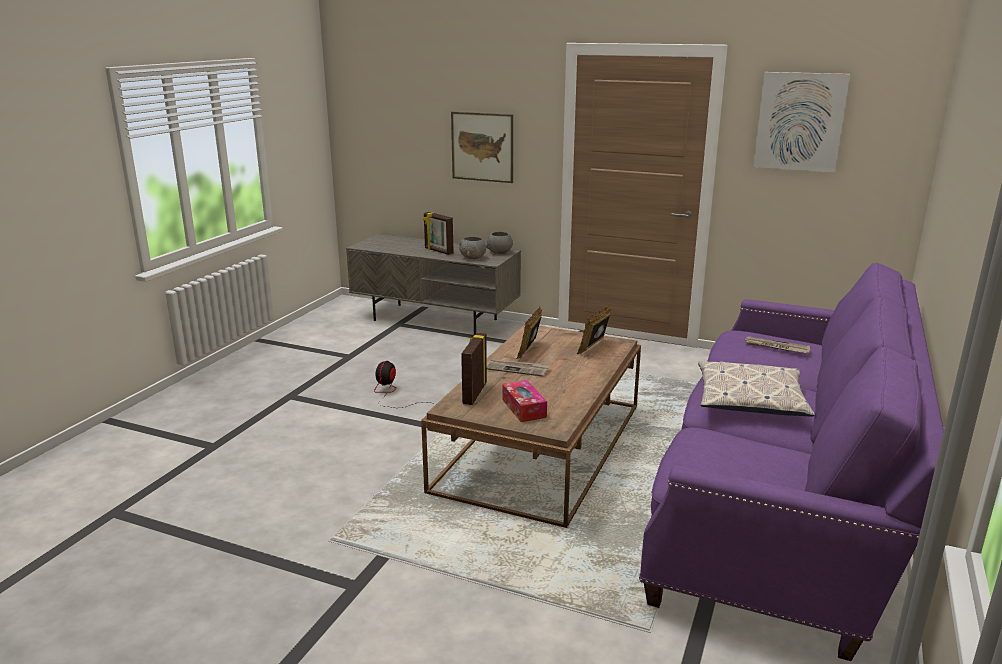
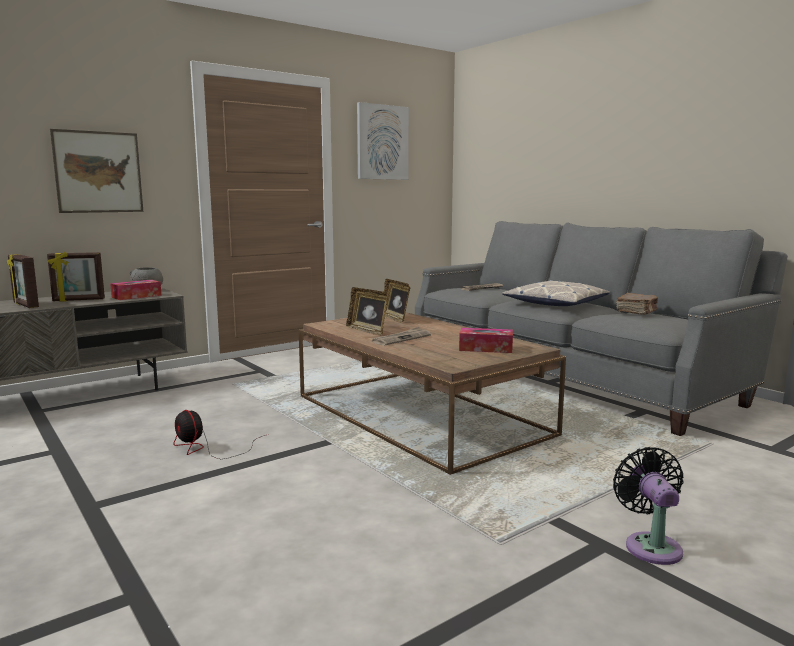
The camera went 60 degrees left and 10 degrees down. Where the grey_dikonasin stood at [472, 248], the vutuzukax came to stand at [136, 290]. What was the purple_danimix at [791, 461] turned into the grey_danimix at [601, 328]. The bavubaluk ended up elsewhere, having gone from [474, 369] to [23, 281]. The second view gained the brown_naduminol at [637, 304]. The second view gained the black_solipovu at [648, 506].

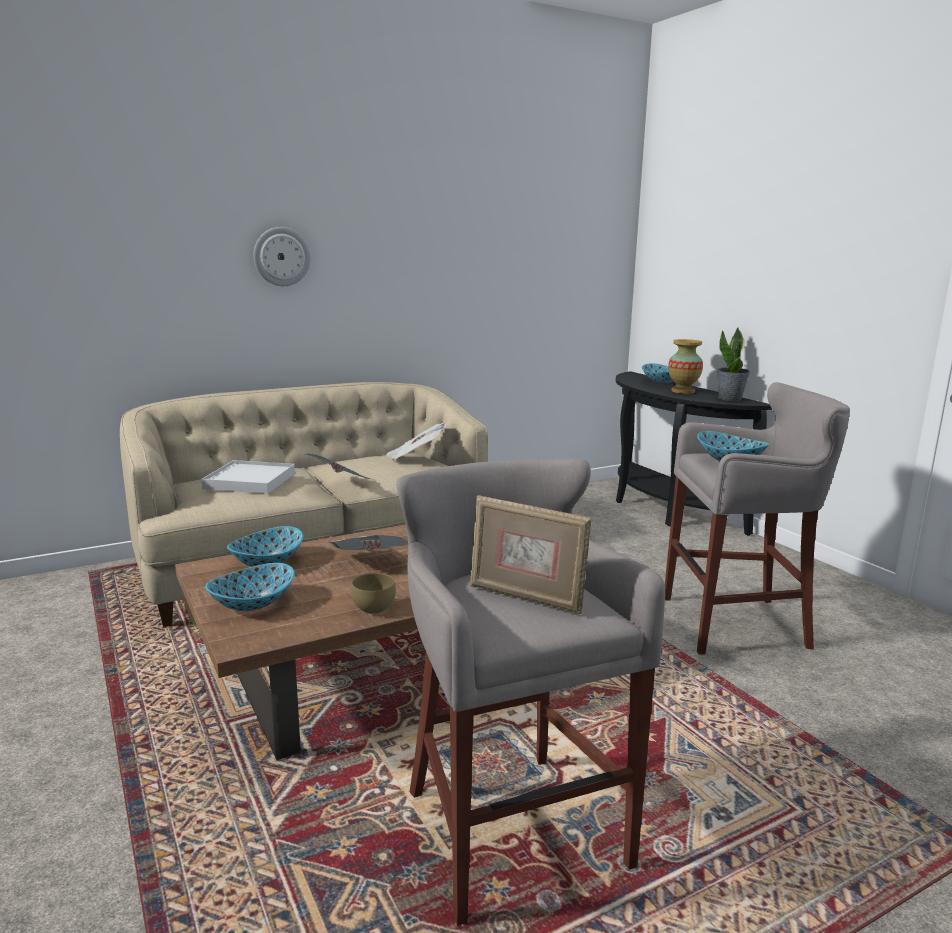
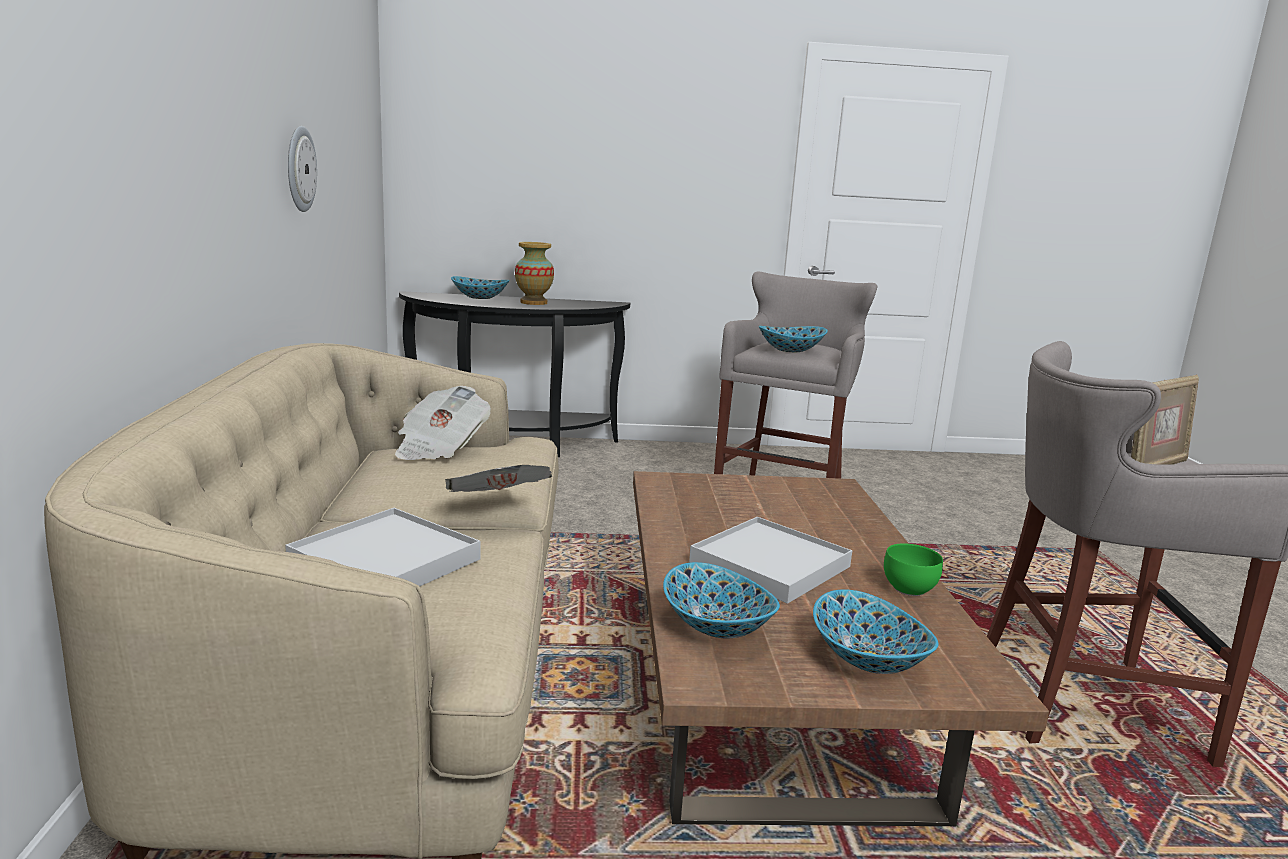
The camera went 65 degrees left and 0 degrees up. The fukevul ended up elsewhere, having gone from [282, 256] to [302, 169]. The second view lost the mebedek at [733, 364]. Where the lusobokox stood at [368, 543], the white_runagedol came to stand at [770, 560]. What was the brown_dikonasin at [373, 593] turned into the green_dikonasin at [913, 569].

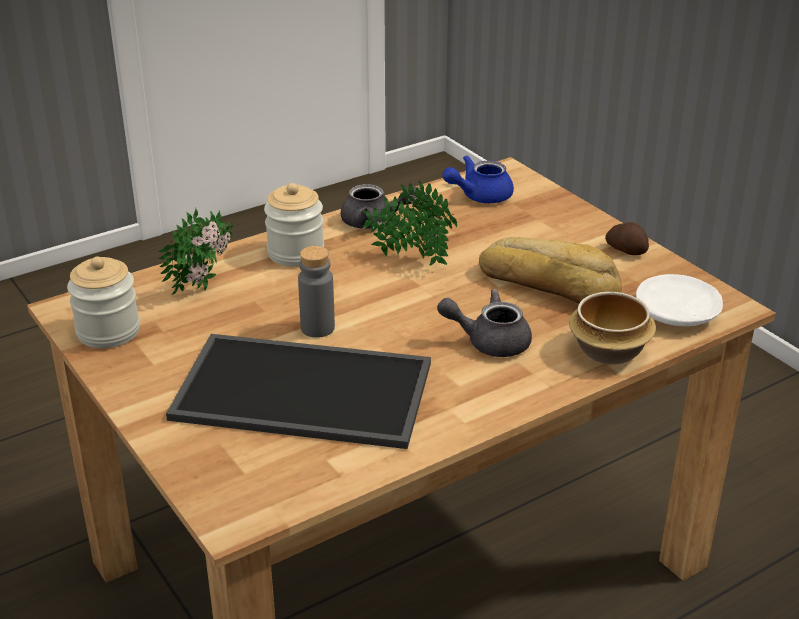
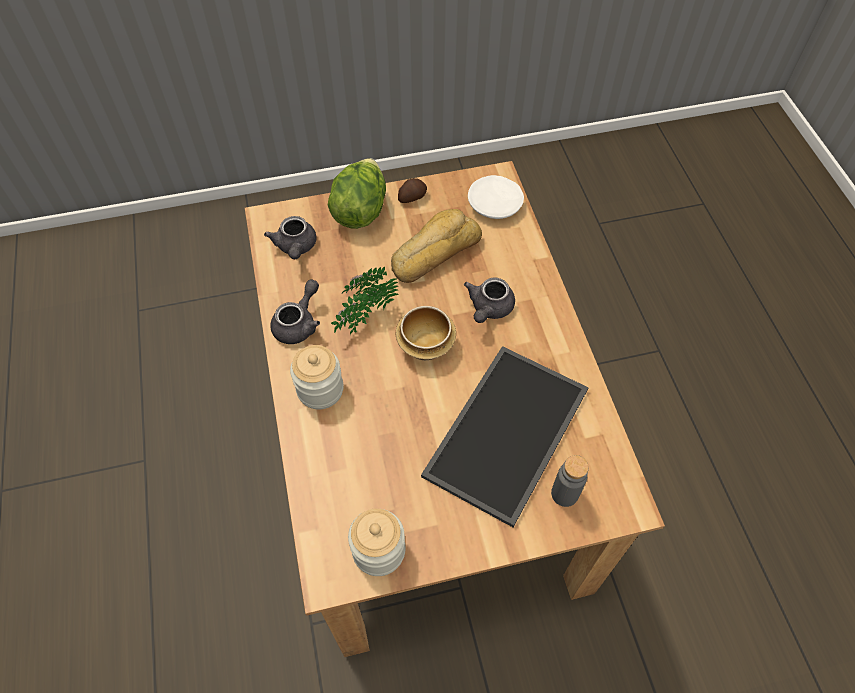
The camera went 70 degrees left and 25 degrees up. What was the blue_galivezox at [478, 179] turned into the grey_galivezox at [290, 237]. The second view lost the mebedek at [196, 251]. The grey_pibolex ended up elsewhere, having gone from [316, 292] to [570, 481]. The dikonasin ended up elsewhere, having gone from [612, 328] to [426, 333]. The second view gained the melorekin at [357, 193].

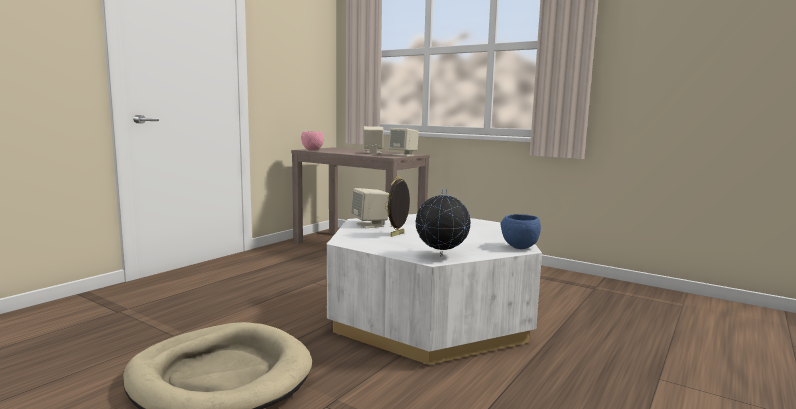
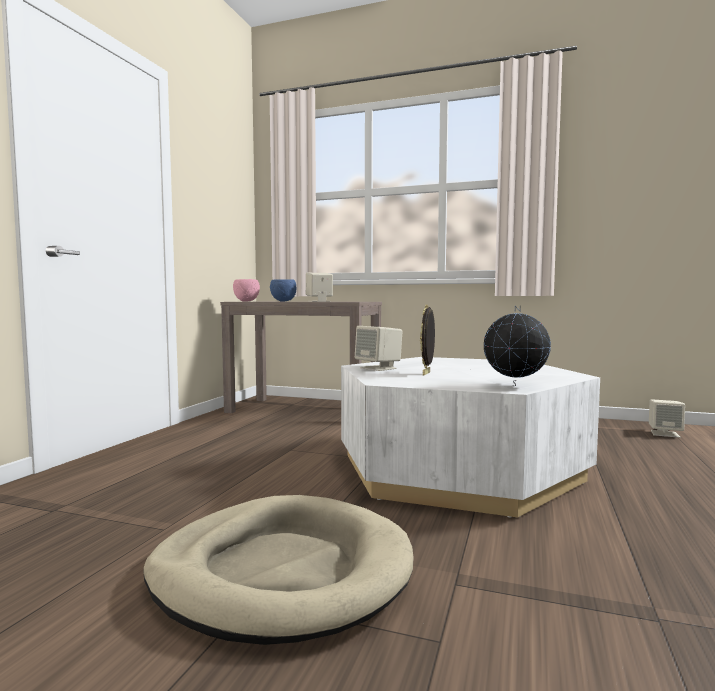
The camera went 15 degrees left and 5 degrees down. The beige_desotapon ended up elsewhere, having gone from [404, 142] to [667, 418]. The blue_dikonasin ended up elsewhere, having gone from [520, 231] to [283, 290].

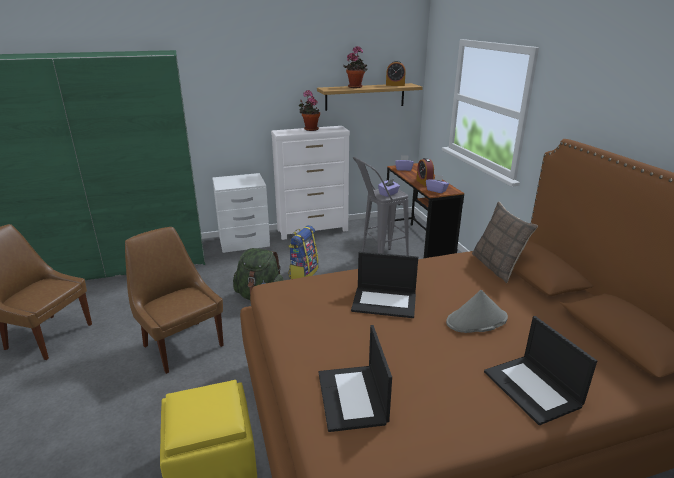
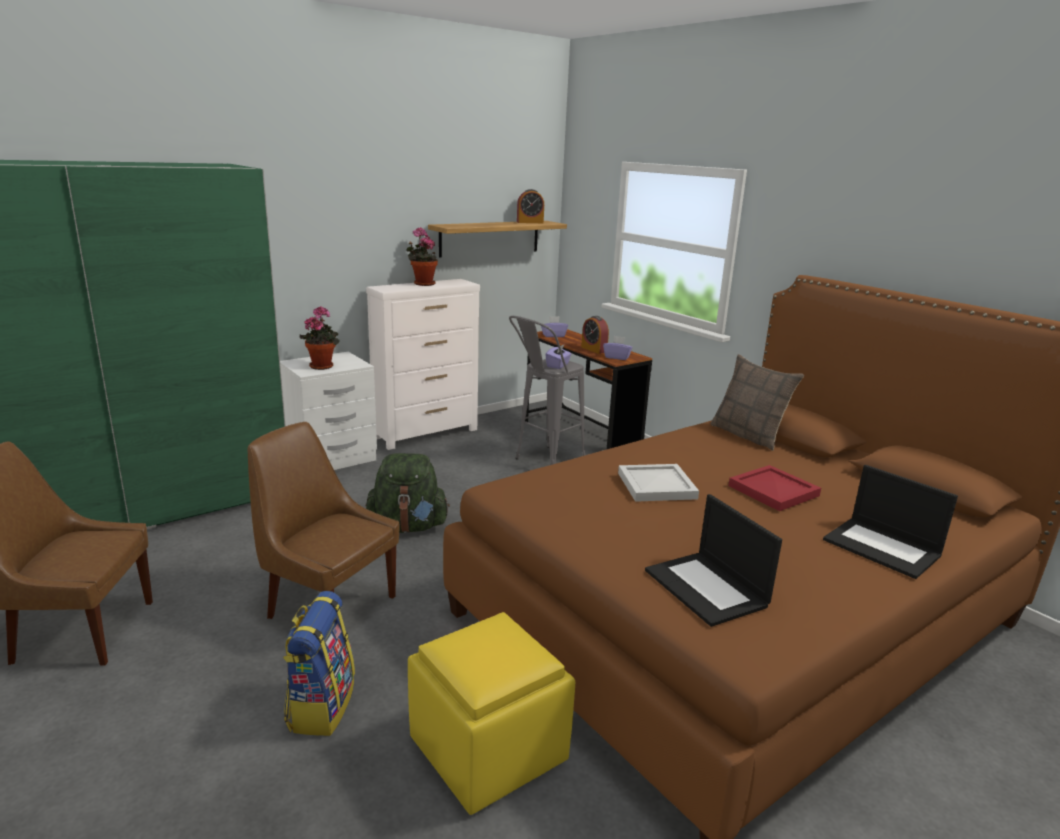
The camera went 20 degrees left and 5 degrees down. The mebedek ended up elsewhere, having gone from [355, 67] to [320, 338]. The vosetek ended up elsewhere, having gone from [303, 252] to [319, 663]. Where the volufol stood at [384, 284], the white_runagedol came to stand at [658, 483]. Where the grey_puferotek stood at [477, 311], the red_runagedol came to stand at [774, 488].

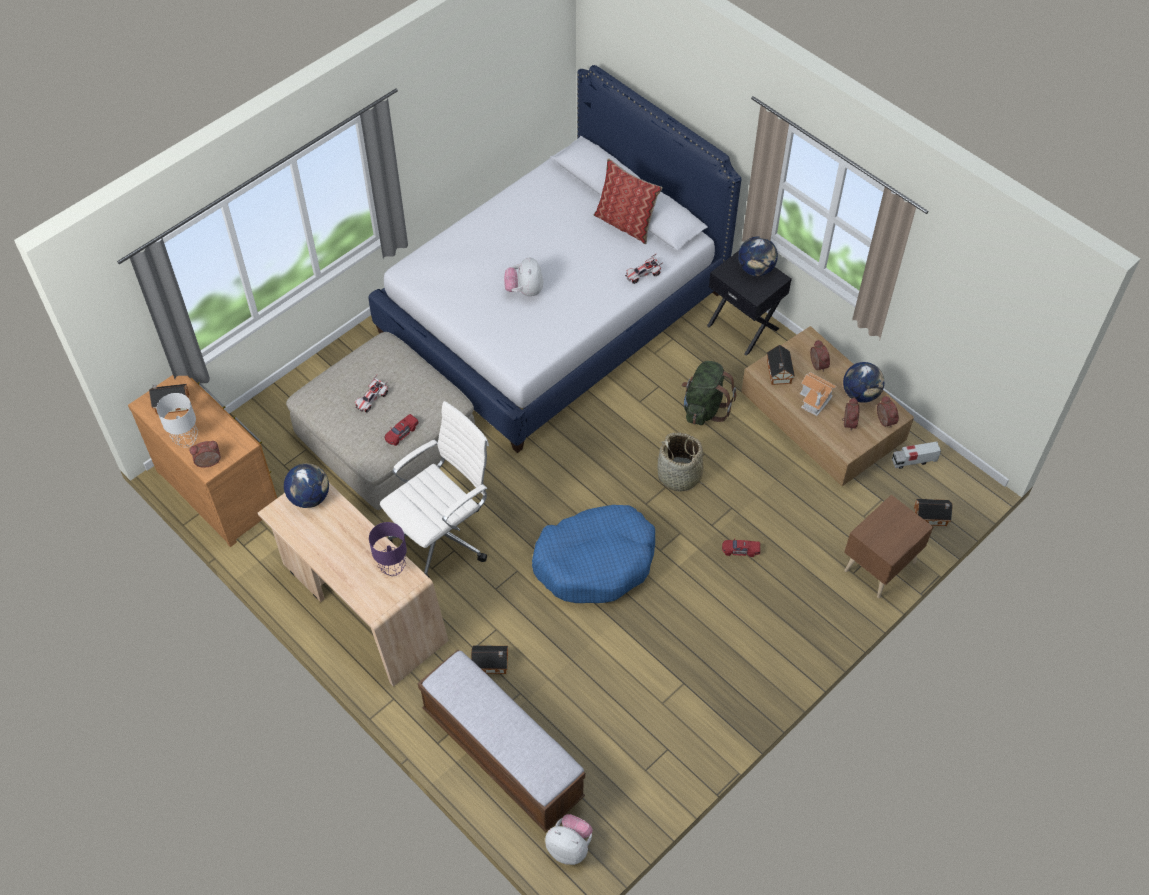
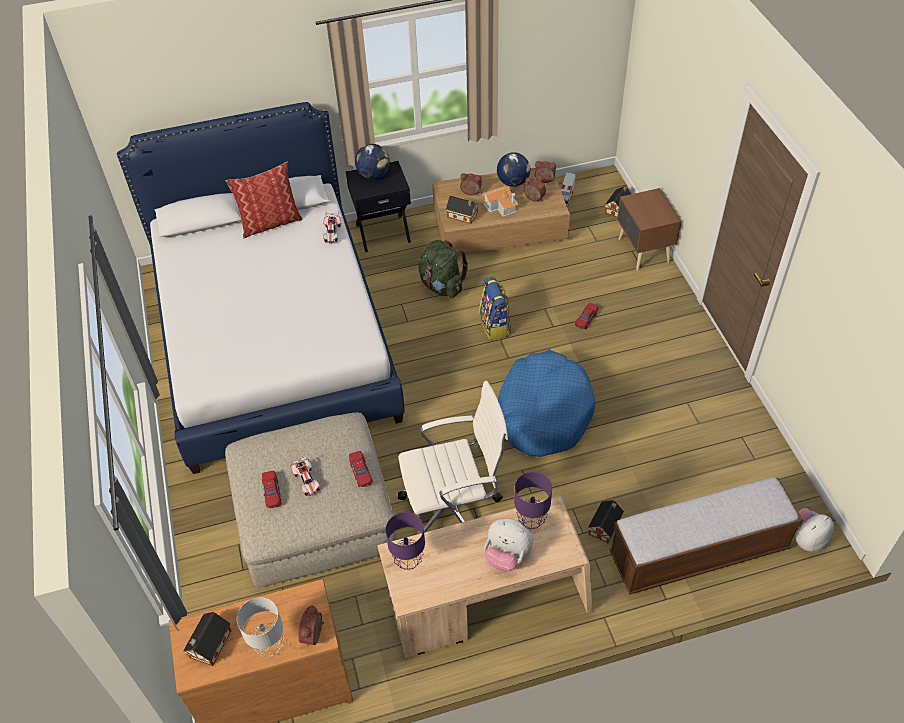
The camera went 60 degrees left and 5 degrees down. The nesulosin ended up elsewhere, having gone from [523, 276] to [508, 544]. The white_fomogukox at [434, 489] ended up facing another way, 90 degrees clockwise from before. Where the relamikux stood at [681, 461], the vosetek came to stand at [495, 309]. Where the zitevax stood at [306, 485], the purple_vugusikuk came to stand at [405, 541]. The second view gained the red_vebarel at [272, 489].

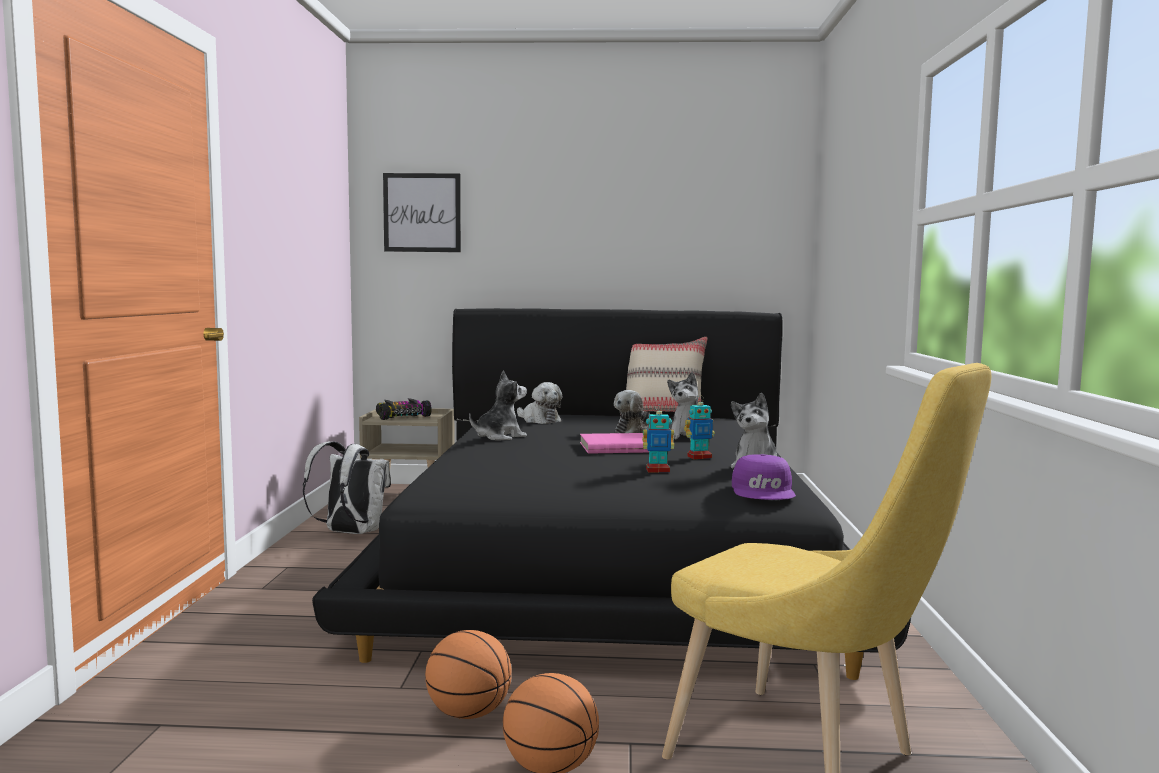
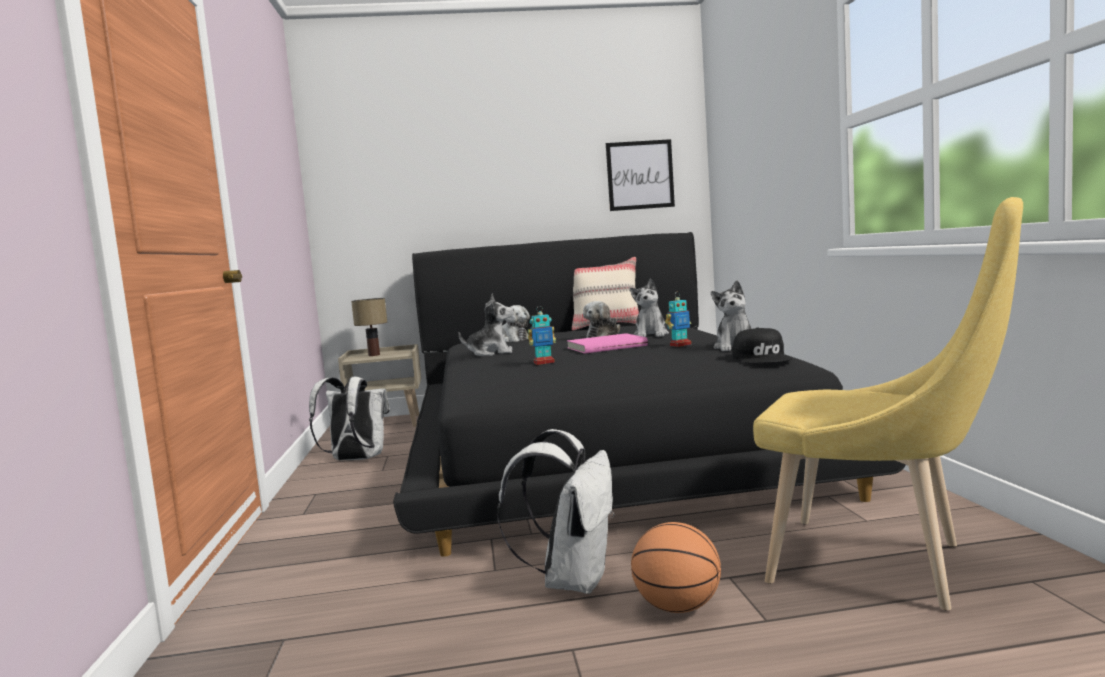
The camera went 10 degrees left and 0 degrees up. The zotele ended up elsewhere, having gone from [422, 212] to [640, 175]. The nesulosin at [498, 405] ended up facing another way, 45 degrees clockwise from before. Where the vebarel stood at [404, 409], the vugusikuk came to stand at [369, 327]. The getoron ended up elsewhere, having gone from [658, 438] to [542, 336]. What was the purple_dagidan at [764, 477] turned into the black_dagidan at [762, 345]. Where the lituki stood at [468, 674], the white_vosetek came to stand at [555, 511].

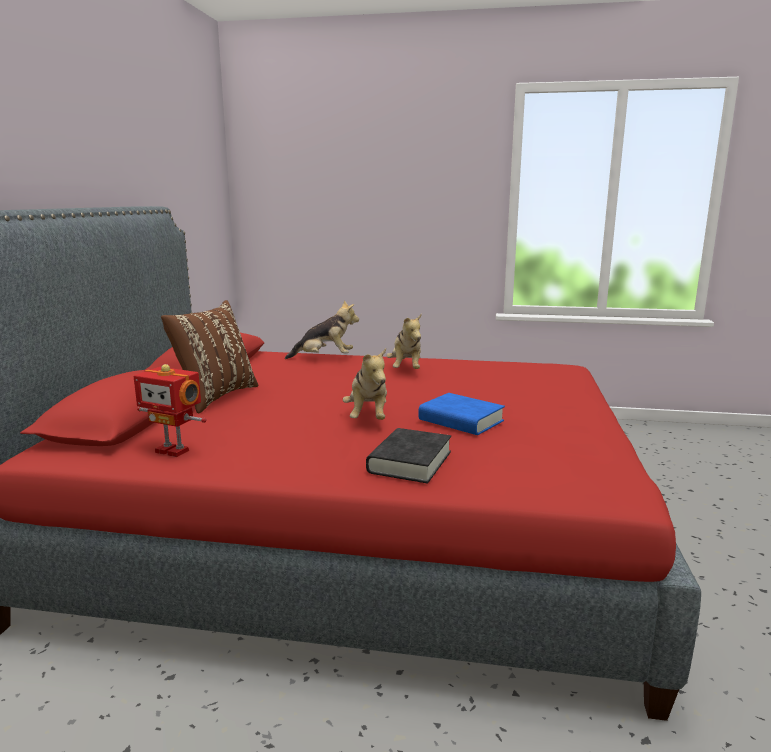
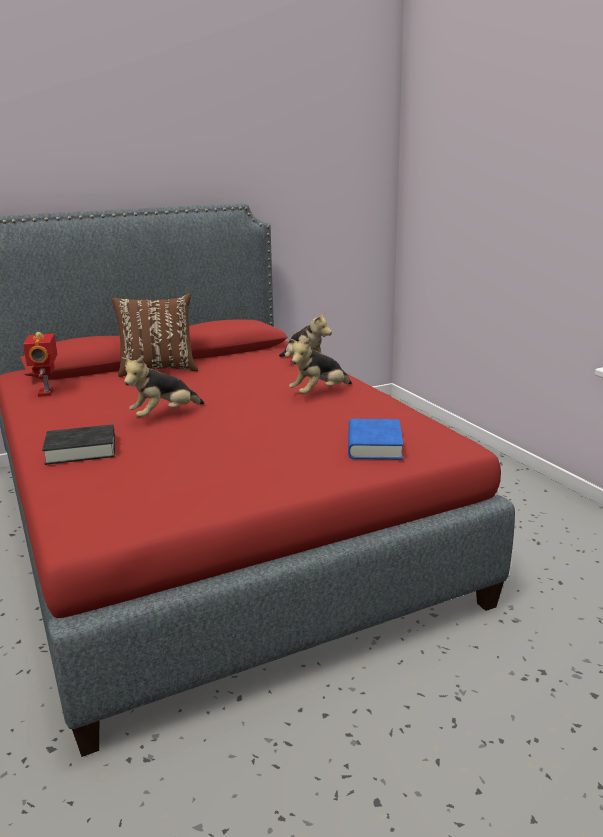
The camera went 55 degrees right and 5 degrees up. The blue_naduminol ended up elsewhere, having gone from [461, 414] to [376, 439].

